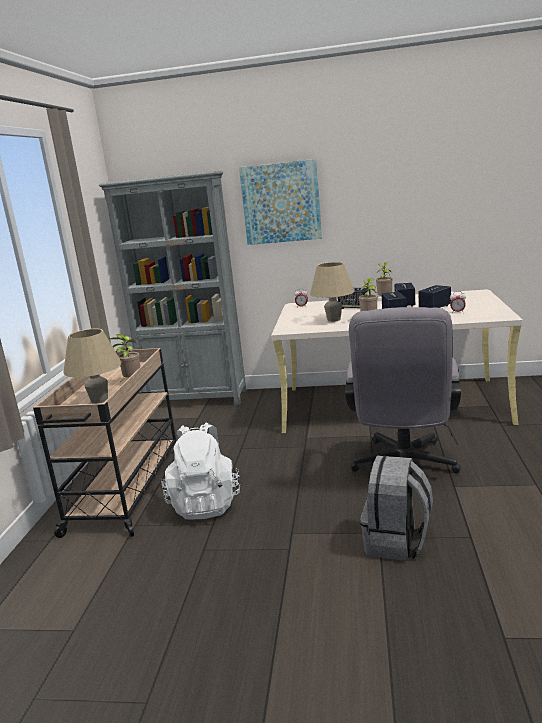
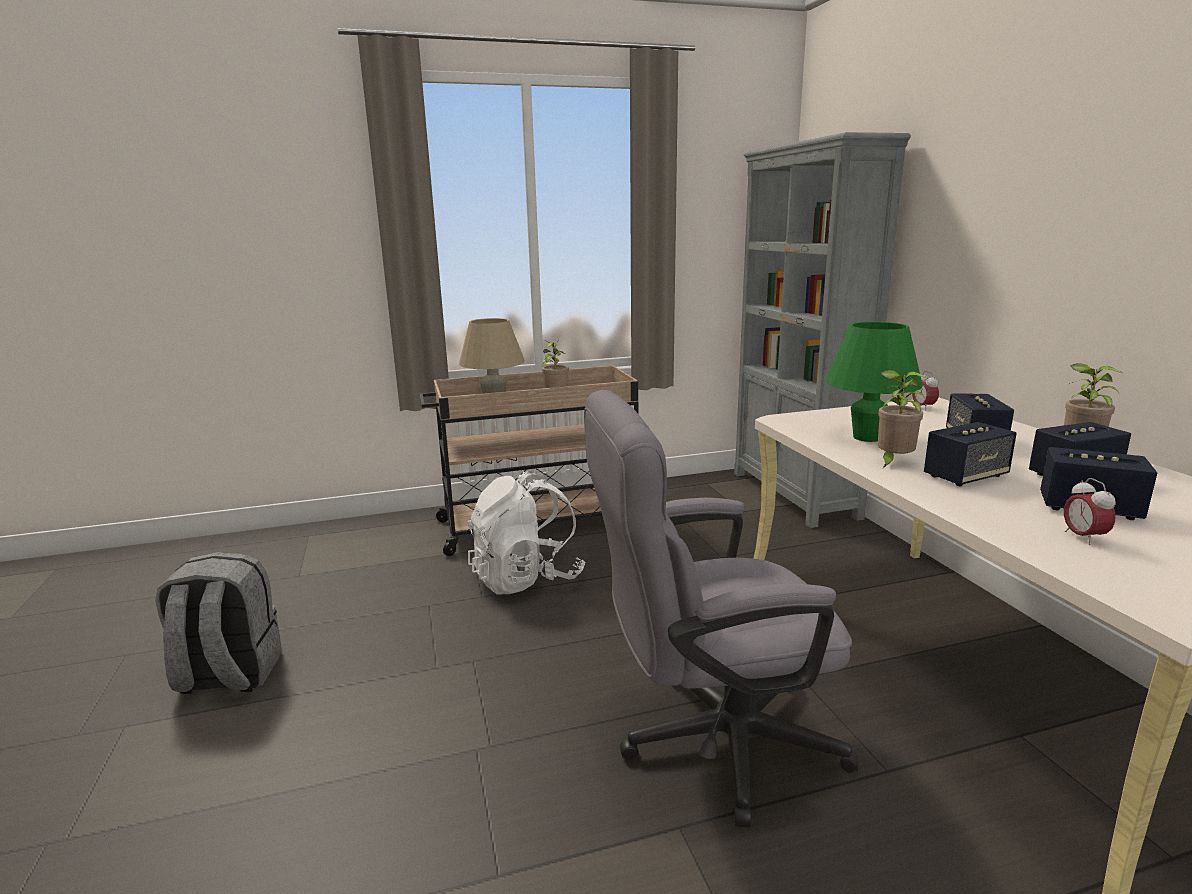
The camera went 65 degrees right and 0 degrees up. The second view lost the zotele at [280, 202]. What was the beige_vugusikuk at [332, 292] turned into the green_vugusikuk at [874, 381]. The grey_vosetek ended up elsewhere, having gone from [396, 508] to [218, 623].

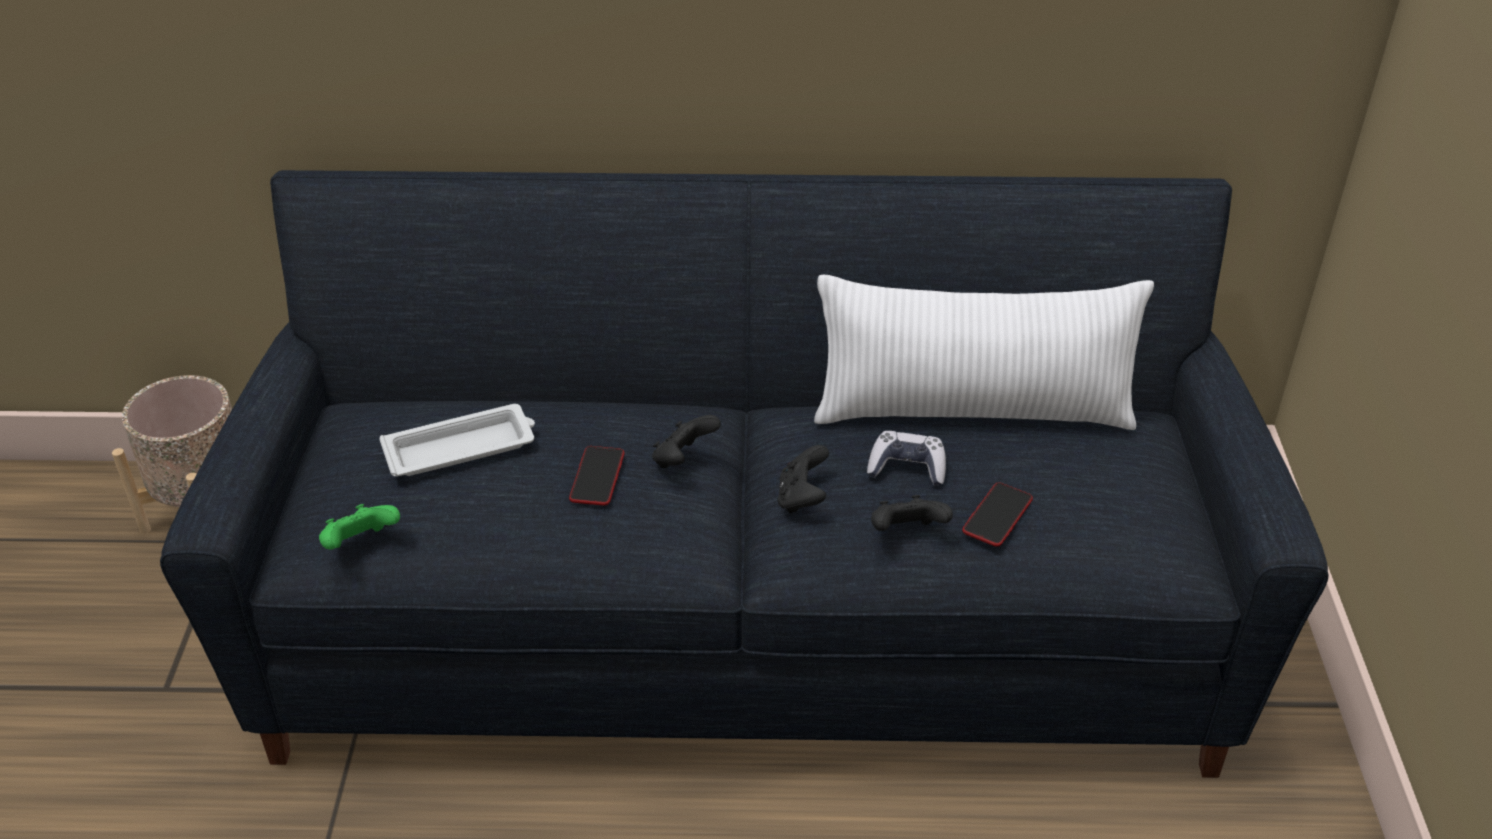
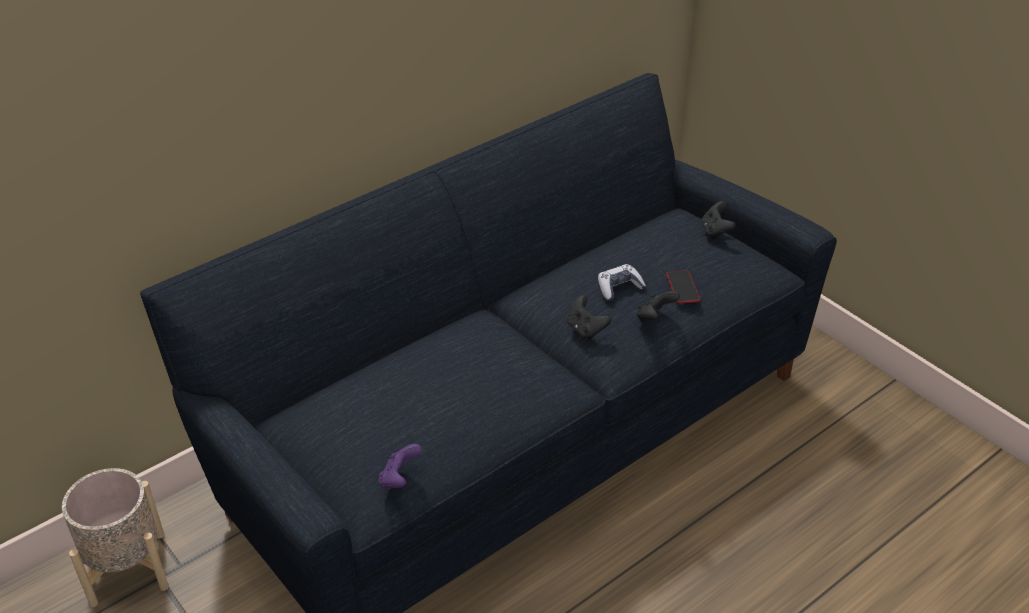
The camera went 40 degrees left and 0 degrees up. The second view lost the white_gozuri at [984, 352]. The second view lost the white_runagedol at [457, 440]. The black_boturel ended up elsewhere, having gone from [686, 441] to [719, 220]. The second view lost the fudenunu at [597, 476]. What was the green_boturel at [359, 527] turned into the purple_boturel at [400, 466].

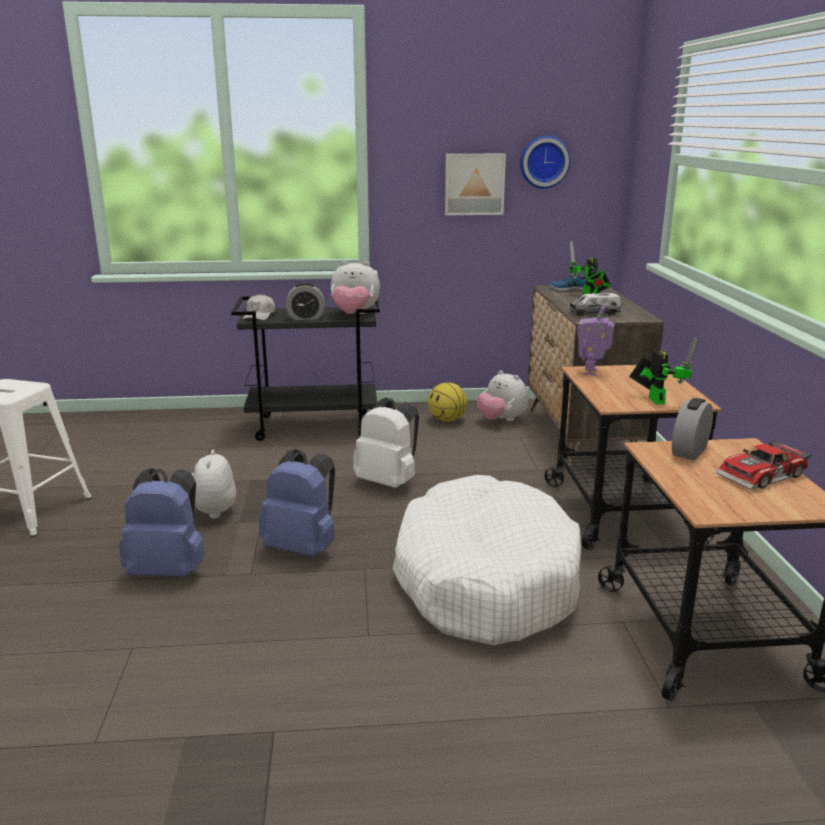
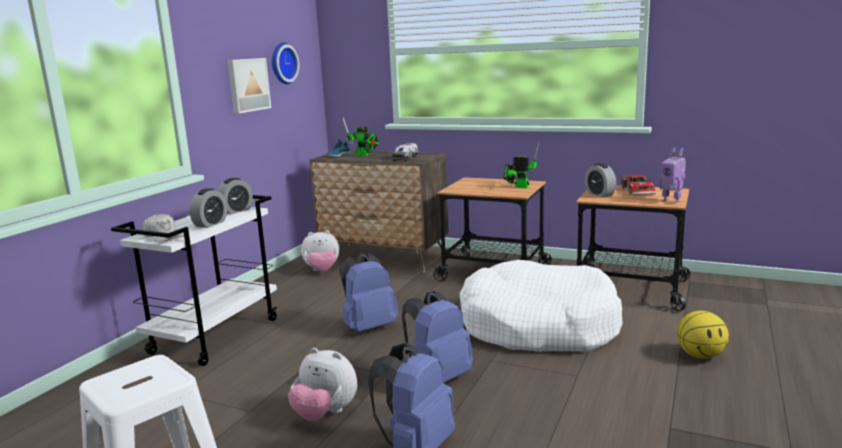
The camera went 60 degrees left and 5 degrees down. Where the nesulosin stood at [355, 287], the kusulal came to stand at [235, 196]. What was the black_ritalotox at [305, 368] turned into the white_ritalotox at [194, 280]. The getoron ended up elsewhere, having gone from [596, 340] to [672, 175]. The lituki ended up elsewhere, having gone from [447, 402] to [703, 335]. What was the white_vosetek at [386, 442] turned into the blue_vosetek at [369, 292].

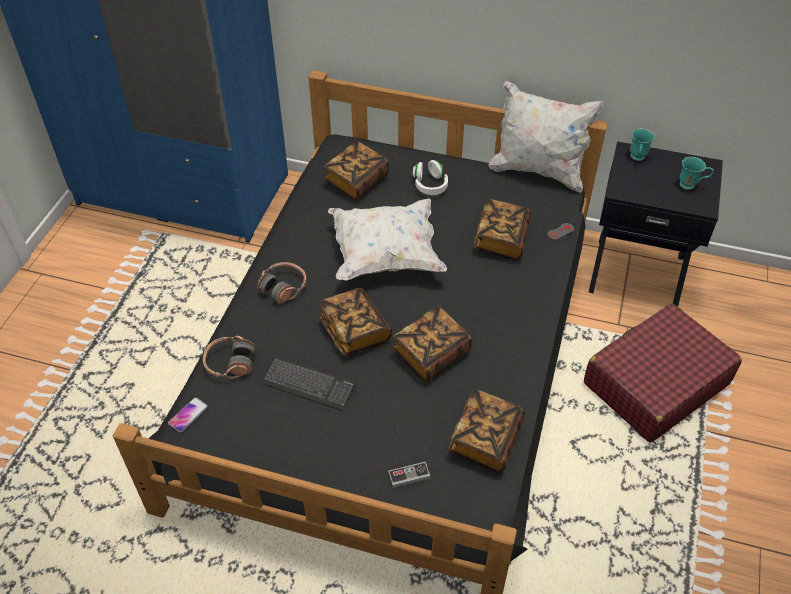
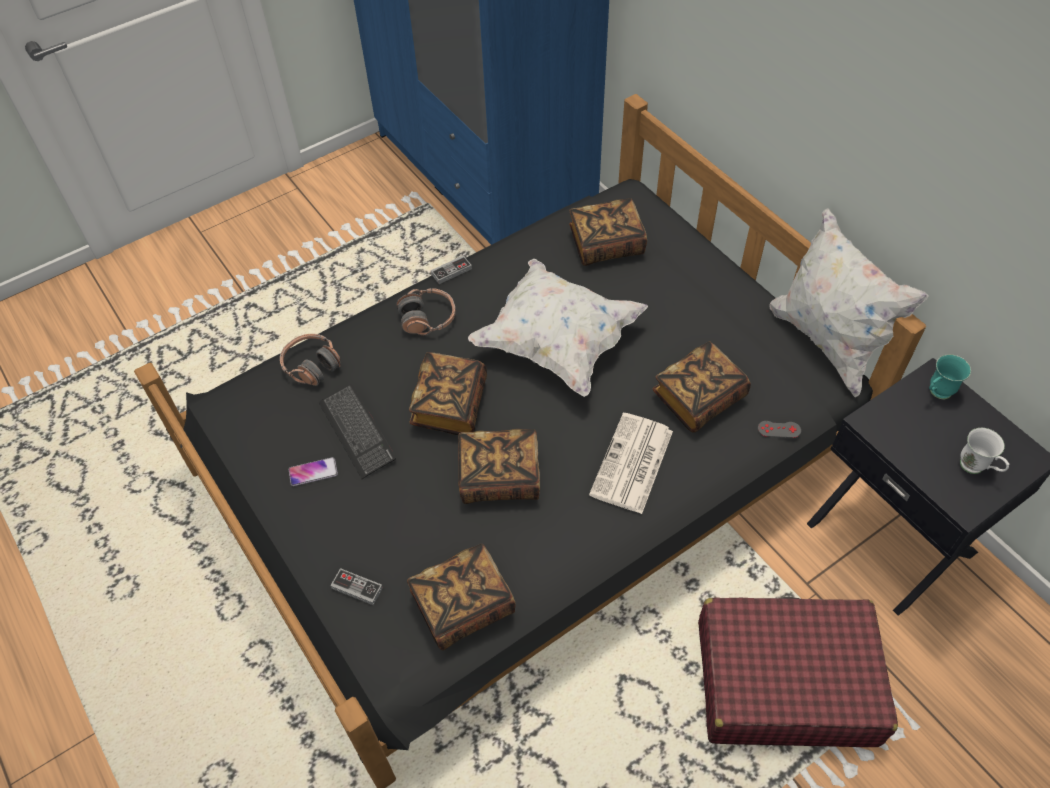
The camera went 40 degrees right and 5 degrees up. What was the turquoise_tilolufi at [696, 173] turned into the white_tilolufi at [984, 451]. The second view lost the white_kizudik at [430, 177]. The fudenunu ended up elsewhere, having gone from [188, 415] to [313, 471]. The second view gained the boturel at [451, 269]. The second view gained the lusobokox at [631, 463].

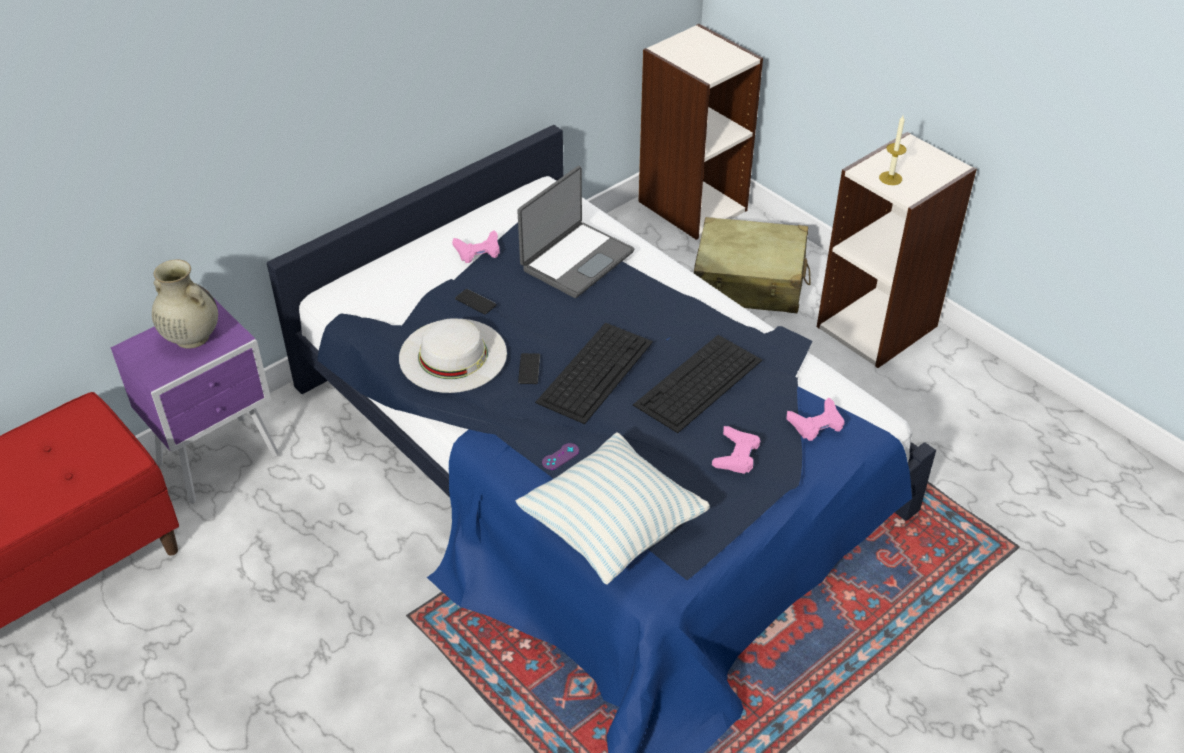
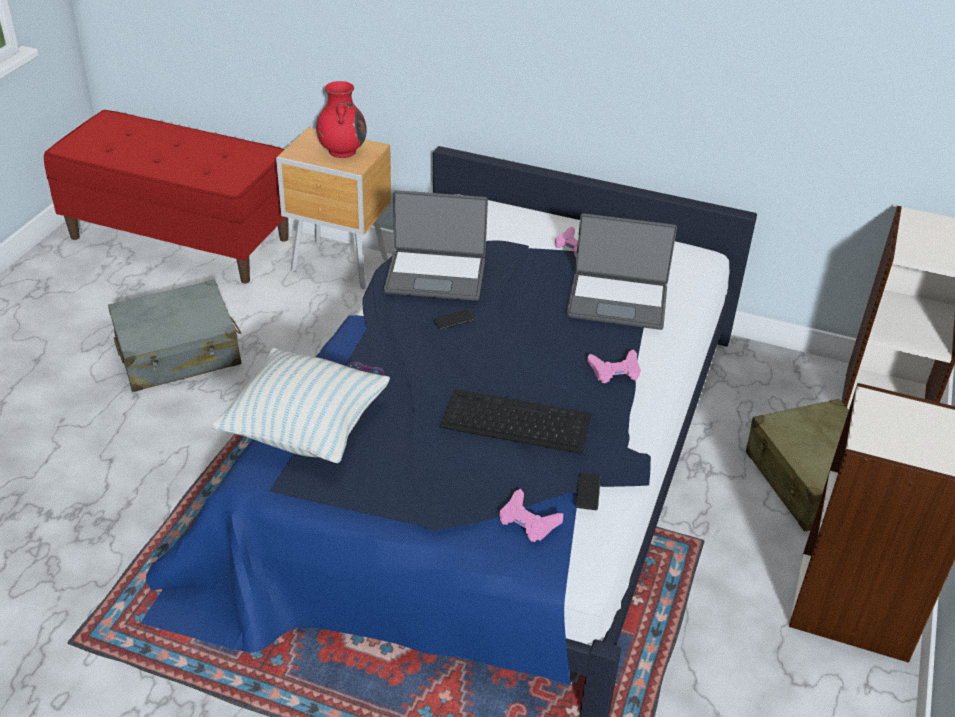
The camera went 60 degrees right and 5 degrees down. The second view lost the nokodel at [893, 150]. What was the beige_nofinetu at [185, 304] turned into the red_nofinetu at [341, 119]. The fudenunu ended up elsewhere, having gone from [476, 301] to [588, 491]. What was the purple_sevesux at [195, 401] turned into the brown_sevesux at [333, 208]. Where the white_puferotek stood at [453, 355], the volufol came to stand at [436, 245]. The second view lost the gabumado at [594, 373]. The pink_boturel ended up elsewhere, having gone from [736, 450] to [614, 366]. The second view gained the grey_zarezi at [175, 336].

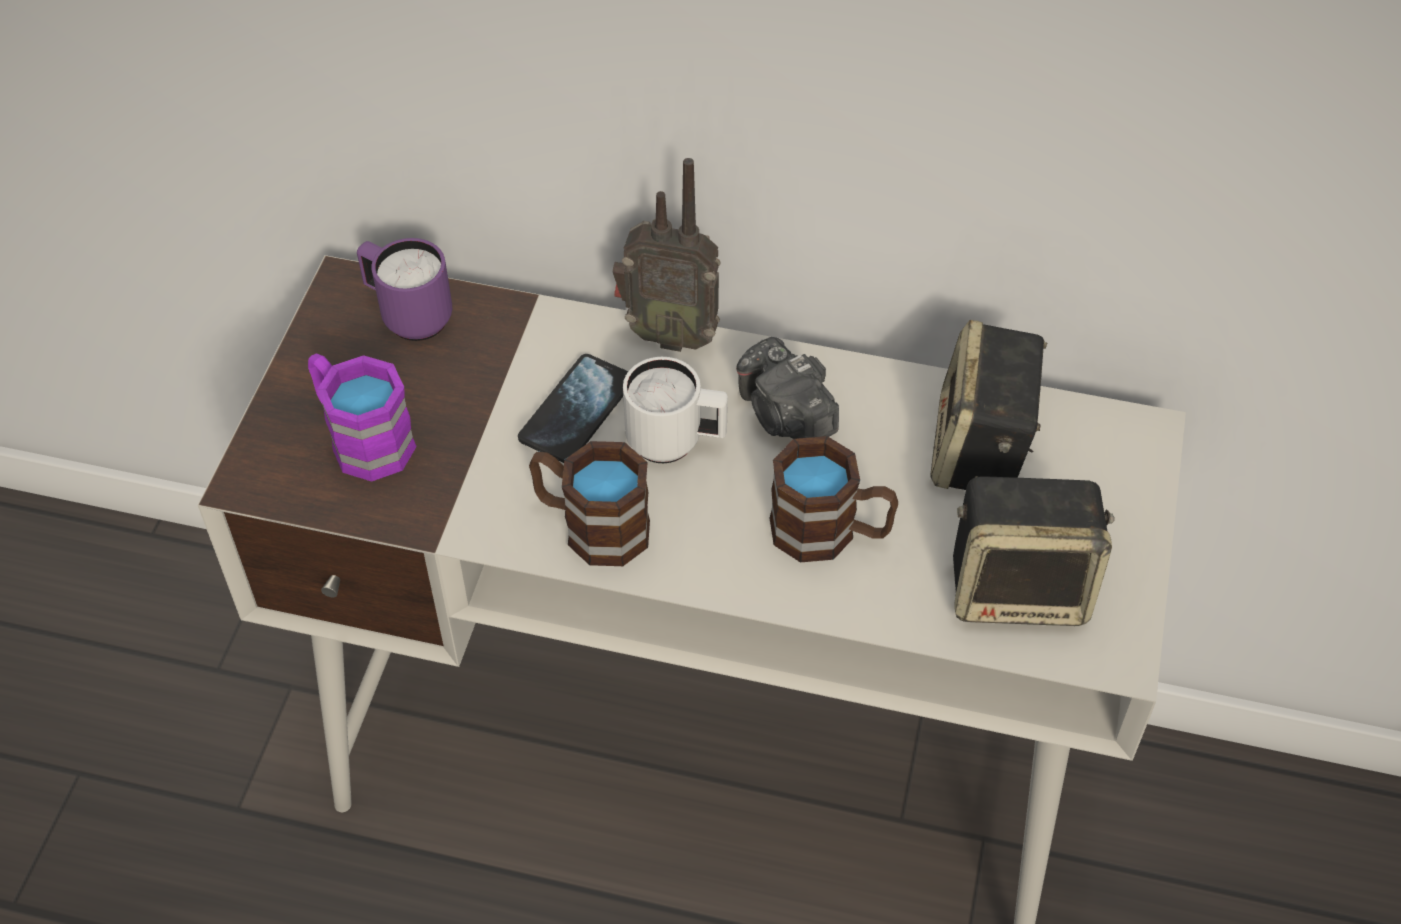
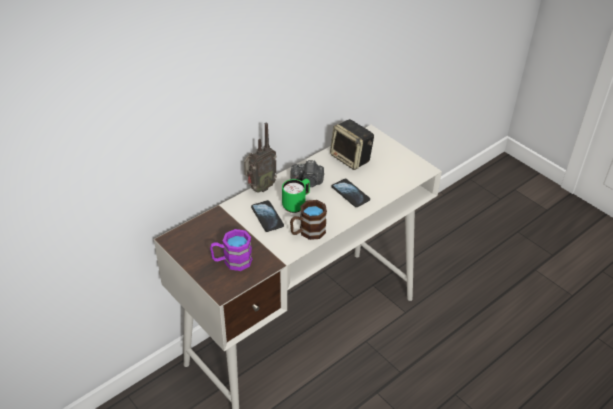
The camera went 55 degrees left and 10 degrees down. The second view lost the purple_tilolufi at [404, 289]. What was the white_tilolufi at [675, 410] turned into the green_tilolufi at [296, 196]. Where the brown_tilolufi stood at [834, 499], the fudenunu came to stand at [351, 193]. The second view lost the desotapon at [1033, 551].

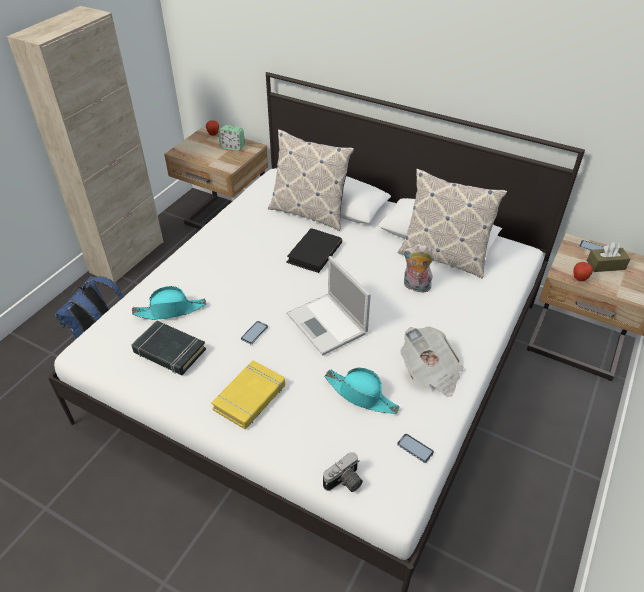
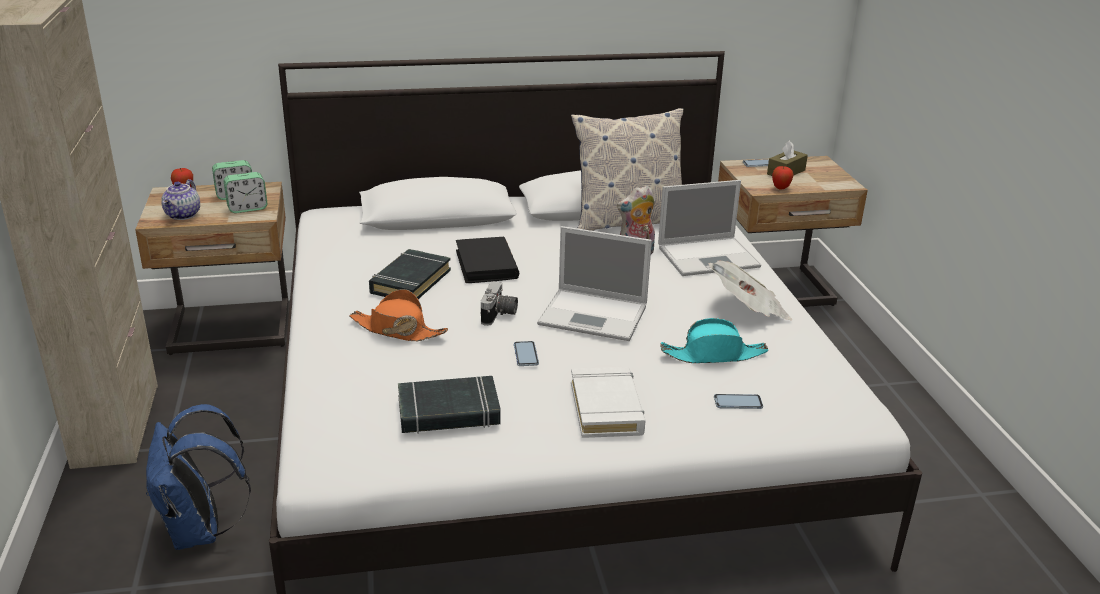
The camera went 40 degrees left and 15 degrees down. The second view lost the gozuri at [311, 180]. The second view lost the turquoise_puferotek at [169, 303]. What was the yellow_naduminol at [248, 394] turned into the white_naduminol at [608, 402]. The fudenunu ended up elsewhere, having gone from [415, 448] to [738, 401]. The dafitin ended up elsewhere, having gone from [343, 472] to [499, 303]. The second view gained the kusulal at [245, 192]. The second view gained the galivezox at [180, 199]. The second view gained the volufol at [709, 228]. The second view gained the black_naduminol at [410, 274]. The second view gained the orange_puferotek at [399, 315].

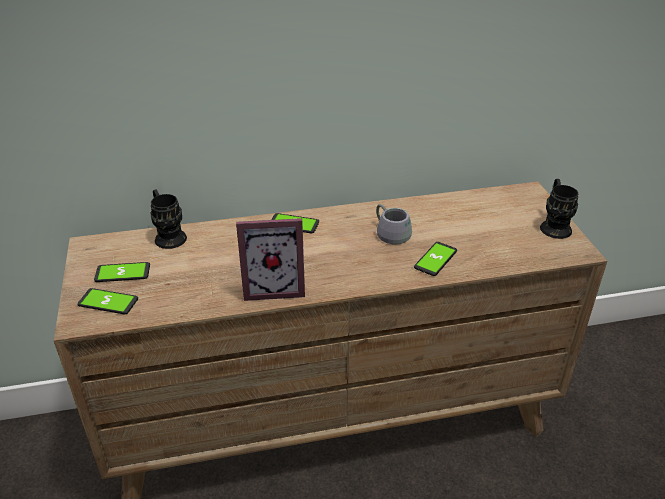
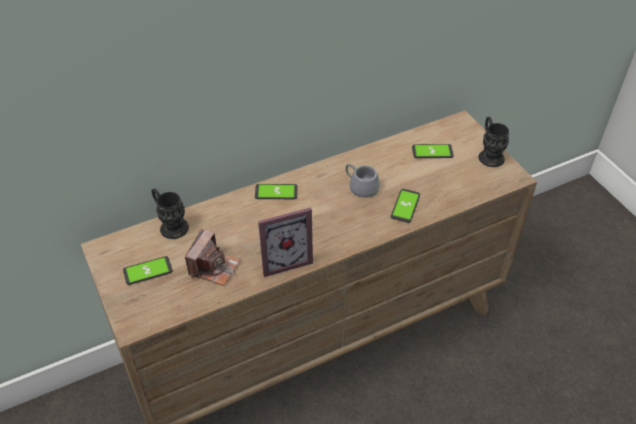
The camera went 15 degrees left and 10 degrees up. The fudenunu ended up elsewhere, having gone from [107, 301] to [432, 151]. The second view gained the dafitin at [213, 257].

